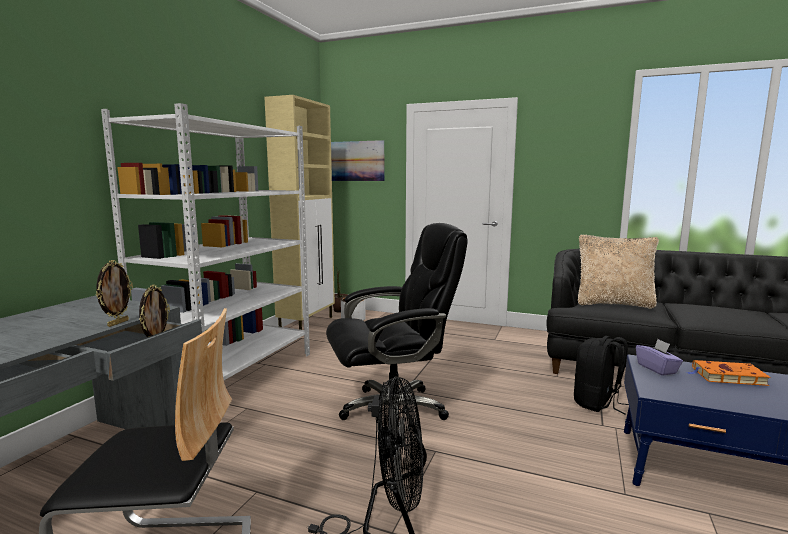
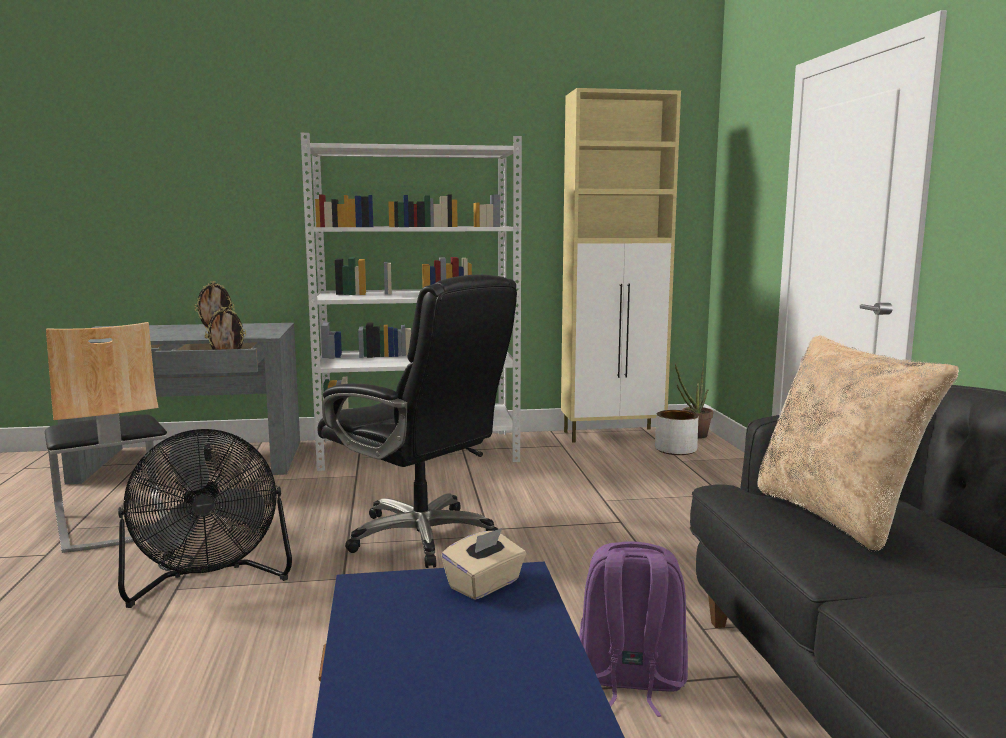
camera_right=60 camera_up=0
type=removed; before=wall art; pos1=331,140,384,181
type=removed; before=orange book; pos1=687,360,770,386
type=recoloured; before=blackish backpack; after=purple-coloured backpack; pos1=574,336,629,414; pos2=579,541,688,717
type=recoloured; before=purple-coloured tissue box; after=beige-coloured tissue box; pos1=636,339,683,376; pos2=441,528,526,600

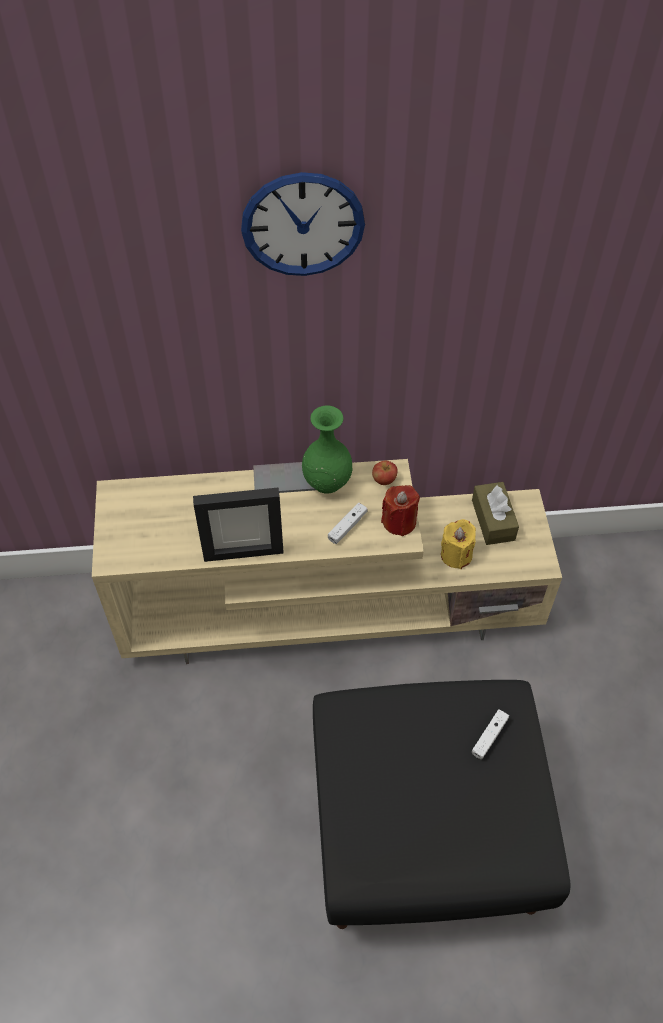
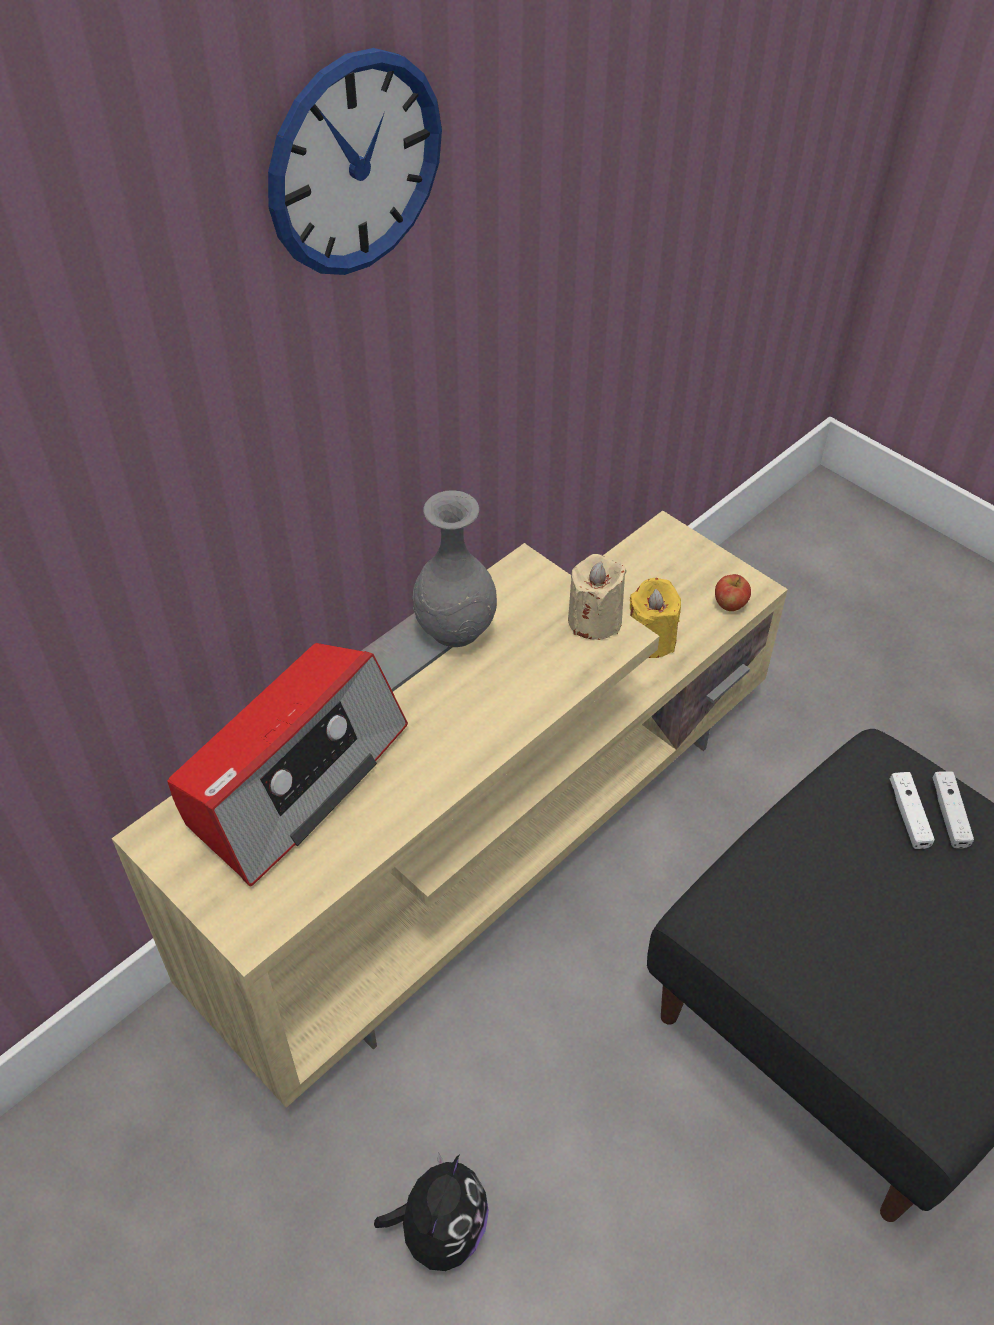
camera_right=-40 camera_up=-5
type=removed; before=standing frame; pos1=193,488,284,562
type=removed; before=brownish tissue box; pos1=472,482,519,545
type=added; after=radio set; pos2=167,643,408,886
type=added; after=soft toy; pos2=374,1152,489,1271
type=moved; before=whitish game controller; pos1=328,502,368,544; pos2=932,771,974,848
type=moved; before=apple; pos1=372,461,397,485; pos2=715,574,751,611
type=recoloured; before=green-coloured vase; after=gray vase; pos1=302,406,353,494; pos2=413,490,497,647
type=recoloured; before=red-coloured candle; after=beige-coloured candle; pos1=381,485,420,536; pos2=568,554,627,640

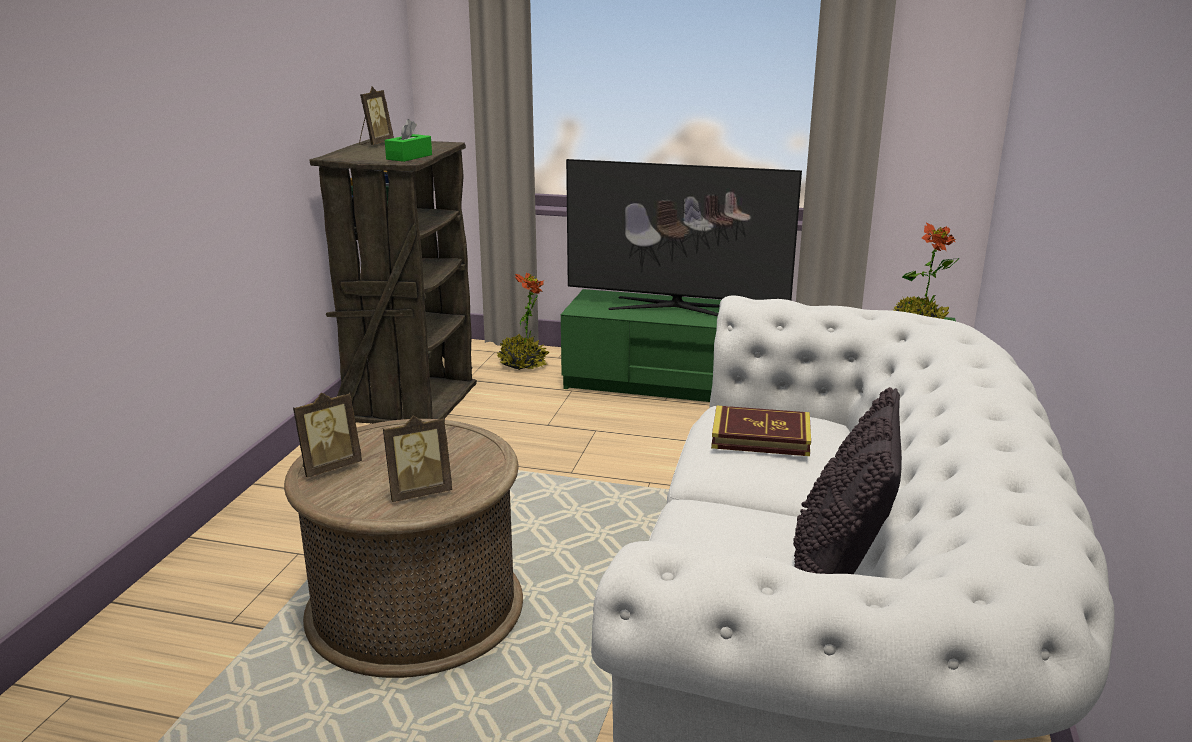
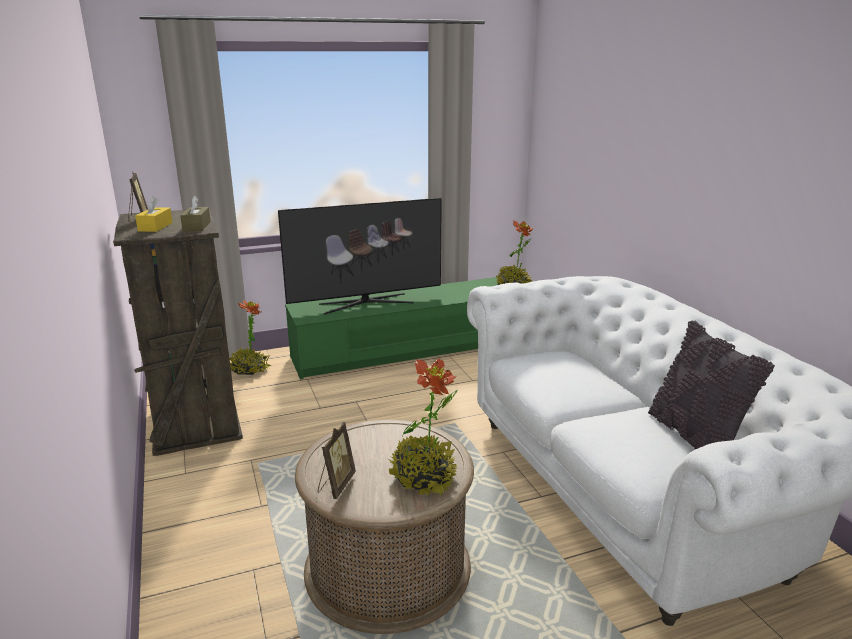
camera_right=-35 camera_up=0
type=removed; before=book; pos1=711,405,811,456
type=added; after=yellow-coloured tissue box; pos2=135,196,173,232
type=replaced; before=standing frame; after=potted plant; pos1=383,415,452,502; pos2=388,359,458,496
type=recoloured; before=green-coloured tissue box; after=brownish tissue box; pos1=385,119,432,162; pos2=180,196,211,231

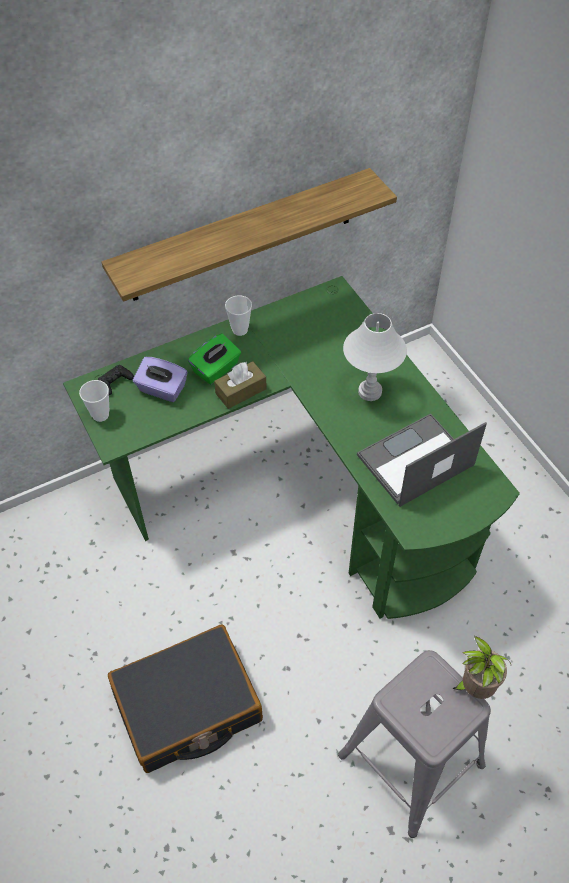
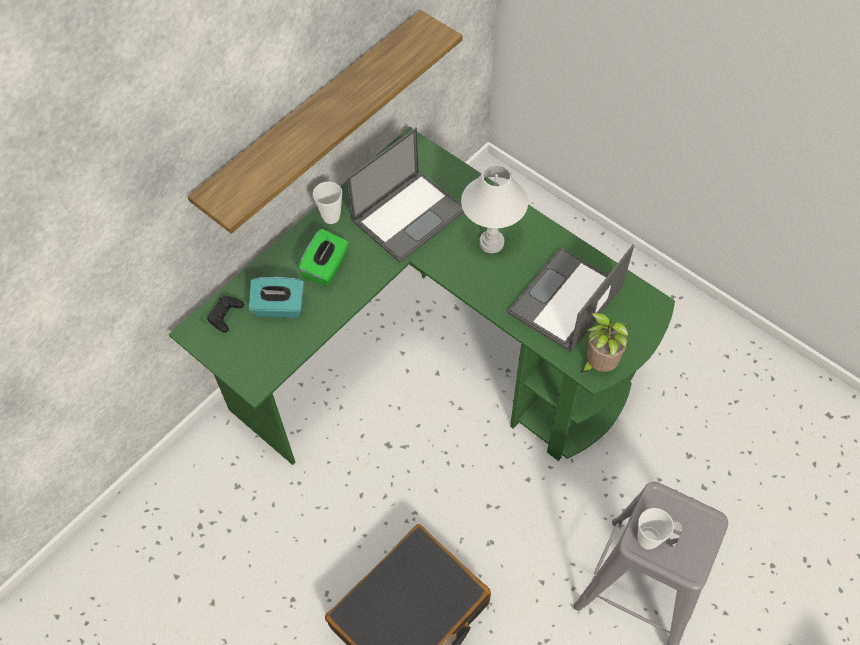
camera_right=-20 camera_up=5
type=removed; before=brownish tissue box; pos1=214,361,267,409
type=added; after=laptop; pos2=346,128,464,263
type=moved; before=drinking cup; pos1=79,380,109,422; pos2=637,508,674,550
type=moved; before=potted plant; pos1=452,636,511,699; pos2=579,313,630,373
type=recoloured; before=purple-coloured tissue box; after=blue-green tissue box; pos1=133,357,187,402; pos2=249,277,304,318

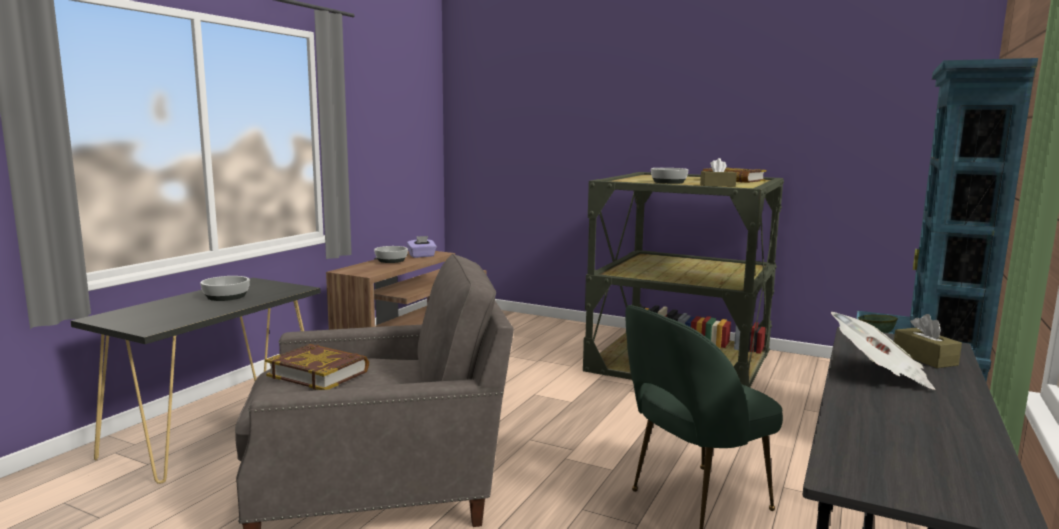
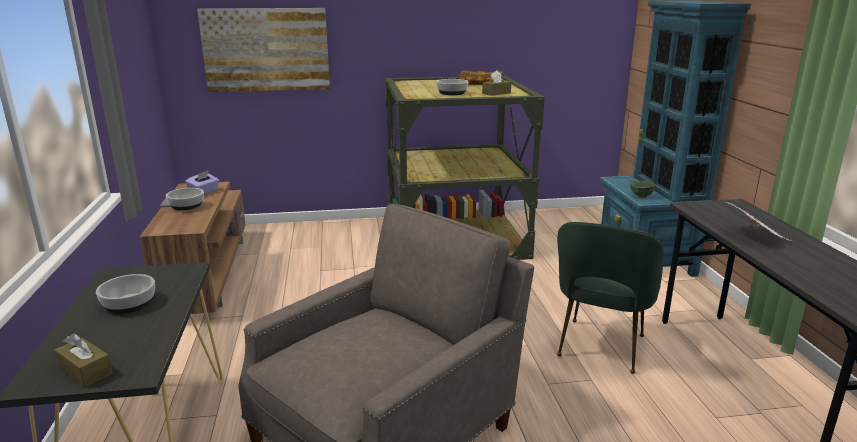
camera_right=-35 camera_up=10
type=removed; before=book; pos1=265,344,369,390
type=added; after=wall art; pos2=197,8,330,92
type=moved; before=brownish tissue box; pos1=894,314,962,368; pos2=54,333,113,388

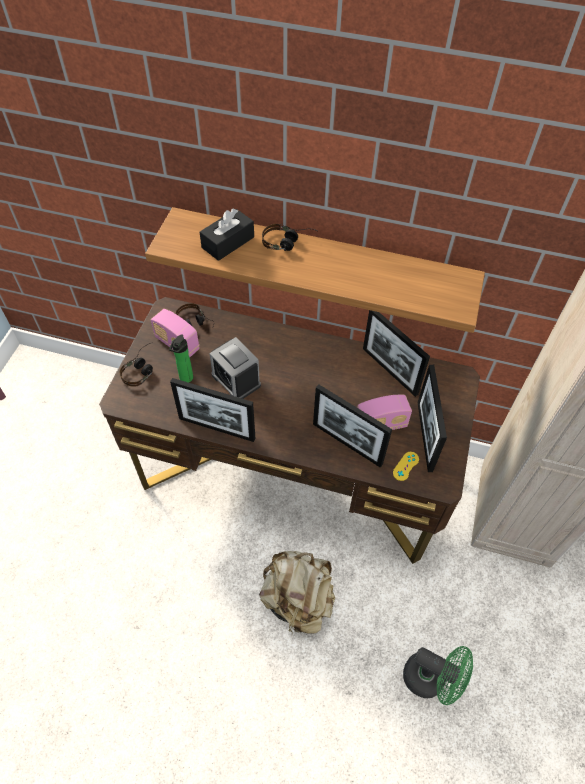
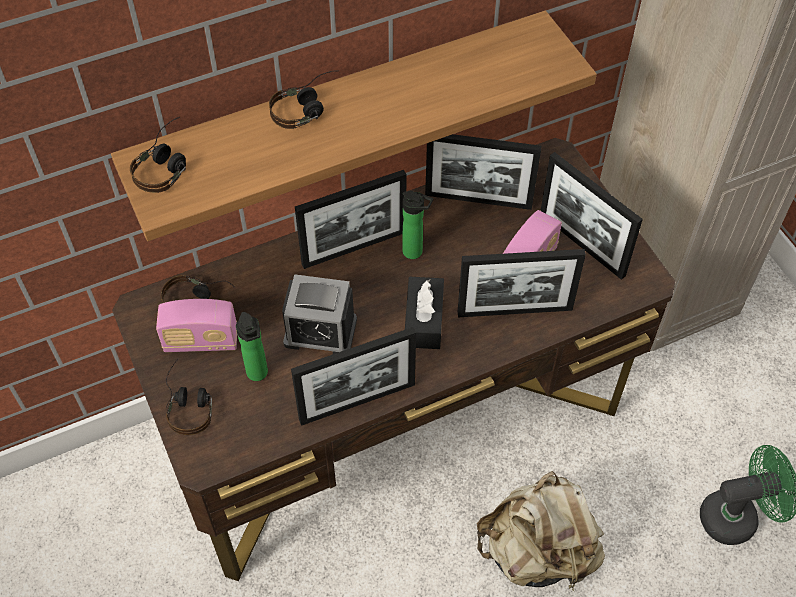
camera_right=-40 camera_up=0
type=removed; before=yellow-coloured game controller; pos1=393,452,419,481
type=added; after=headset; pos2=130,117,186,193
type=added; after=standing frame; pos2=295,170,407,269
type=added; after=drink bottle; pos2=402,191,433,259
type=moved; before=blackish tissue box; pos1=199,208,254,261; pos2=405,277,444,349

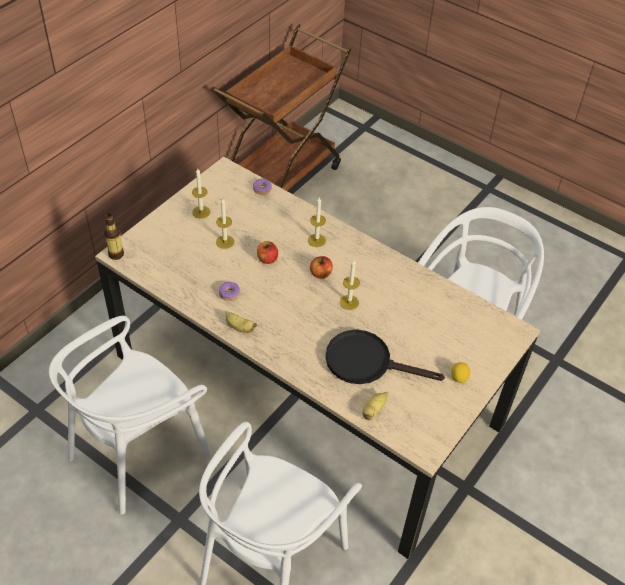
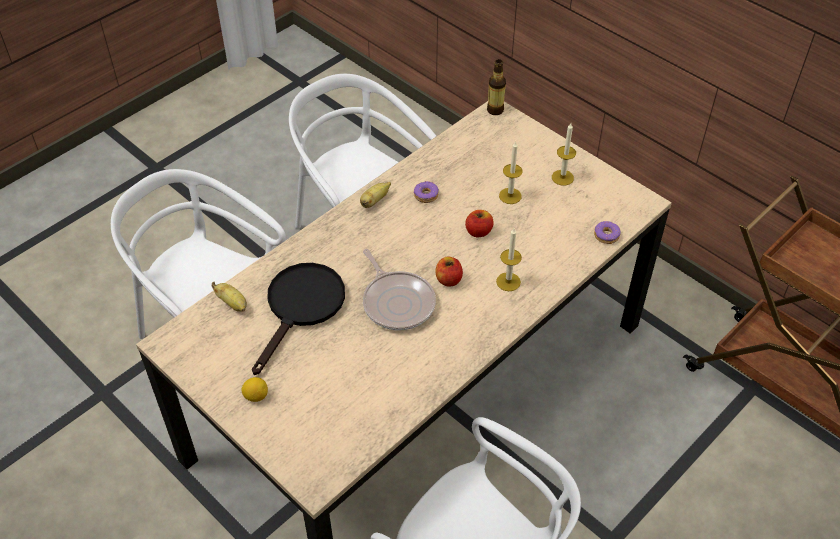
camera_right=100 camera_up=0
type=replaced; before=candle; after=skillet; pos1=340,260,360,310; pos2=363,249,436,330

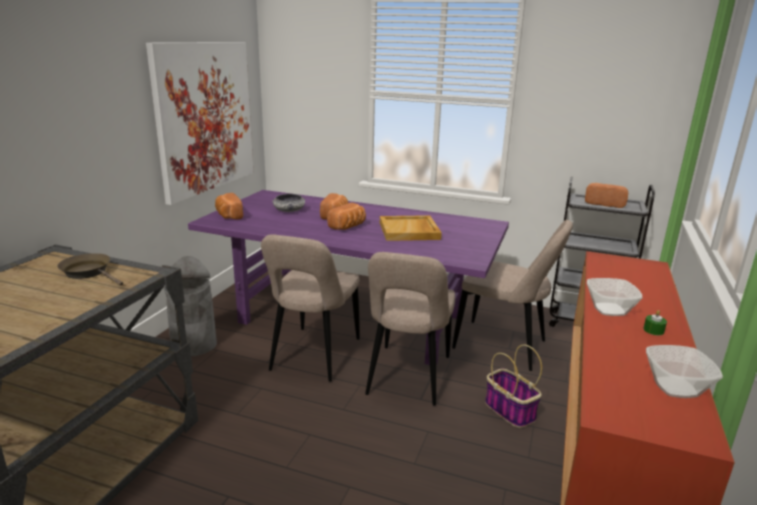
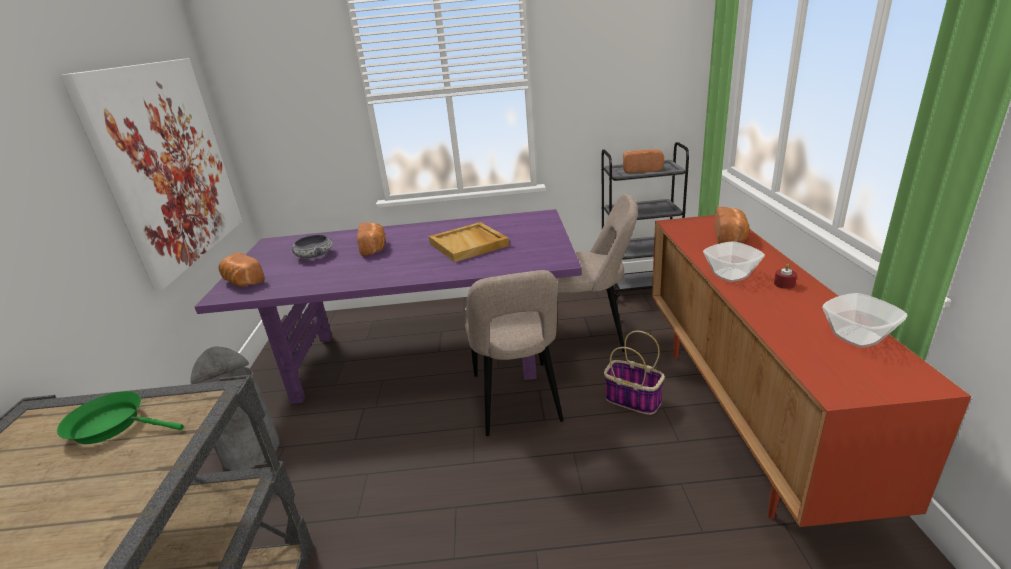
camera_right=-20 camera_up=5
type=removed; before=beige-coloured chair; pos1=261,234,360,381
type=moved; before=baked bread; pos1=327,203,366,230; pos2=714,207,749,244
type=recoloured; before=brownish skillet; after=green-coloured skillet; pos1=57,253,123,286; pos2=57,391,184,444
type=recoloured; before=green-coloured candle; after=red-coloured candle; pos1=643,310,667,335; pos2=774,264,797,289

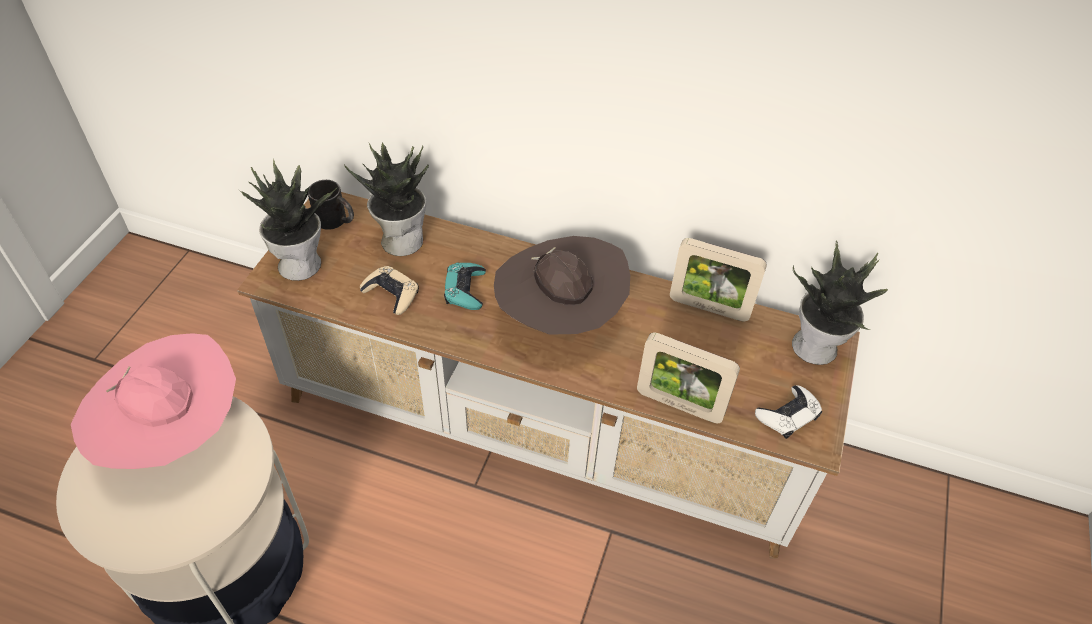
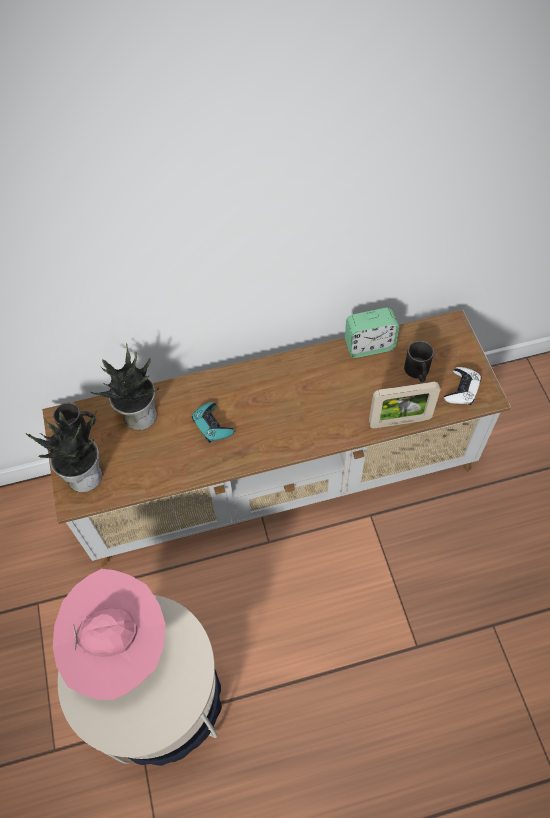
camera_right=-30 camera_up=10
type=removed; before=beige-coloured game controller; pos1=360,266,419,315
type=removed; before=brownish wearable hat; pos1=494,236,630,335
type=removed; before=potted plant; pos1=792,240,888,365
type=added; after=blackish mug; pos2=404,341,434,382
type=replaced; before=standing frame; after=table clock; pos1=670,238,767,321; pos2=345,308,399,358

